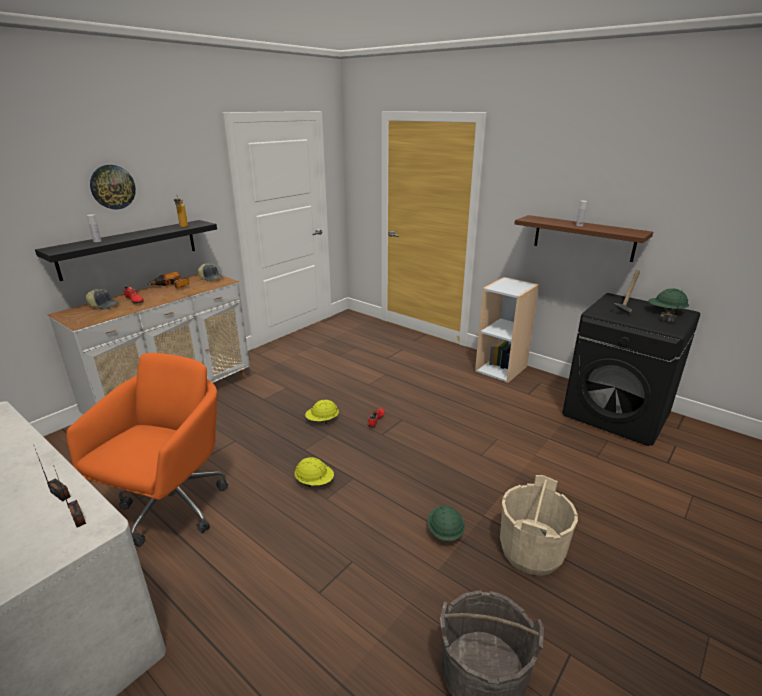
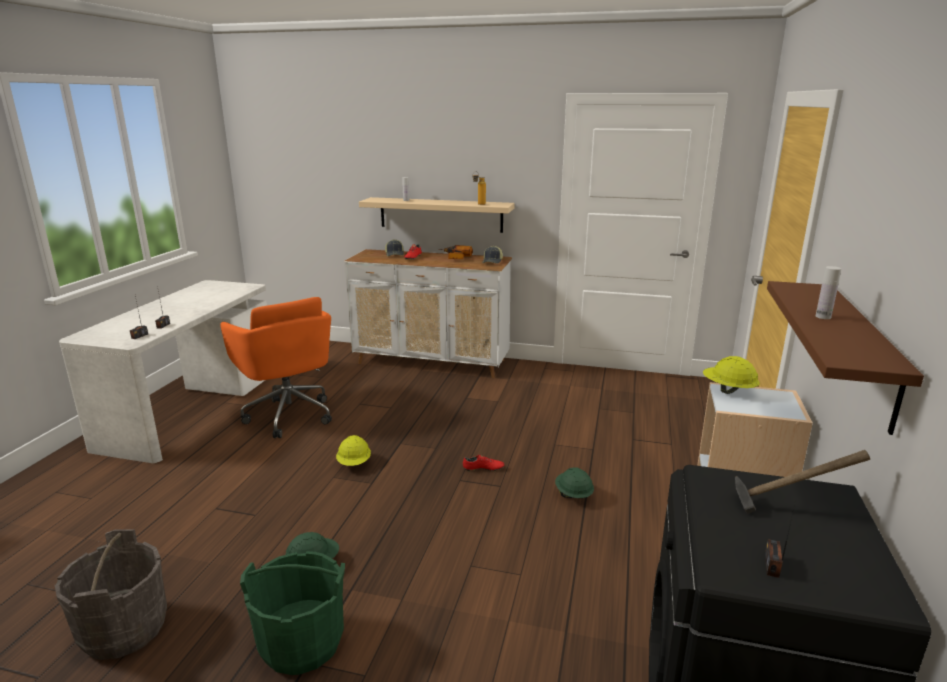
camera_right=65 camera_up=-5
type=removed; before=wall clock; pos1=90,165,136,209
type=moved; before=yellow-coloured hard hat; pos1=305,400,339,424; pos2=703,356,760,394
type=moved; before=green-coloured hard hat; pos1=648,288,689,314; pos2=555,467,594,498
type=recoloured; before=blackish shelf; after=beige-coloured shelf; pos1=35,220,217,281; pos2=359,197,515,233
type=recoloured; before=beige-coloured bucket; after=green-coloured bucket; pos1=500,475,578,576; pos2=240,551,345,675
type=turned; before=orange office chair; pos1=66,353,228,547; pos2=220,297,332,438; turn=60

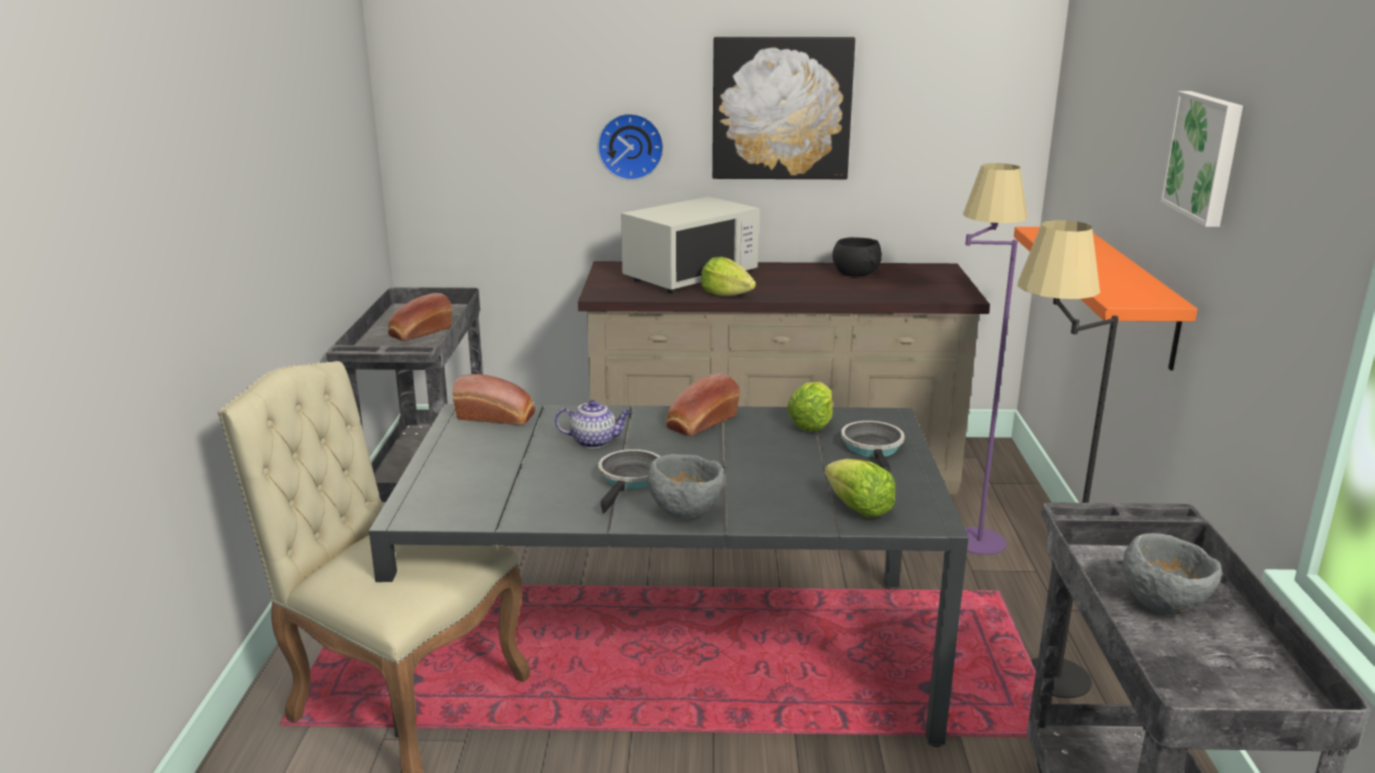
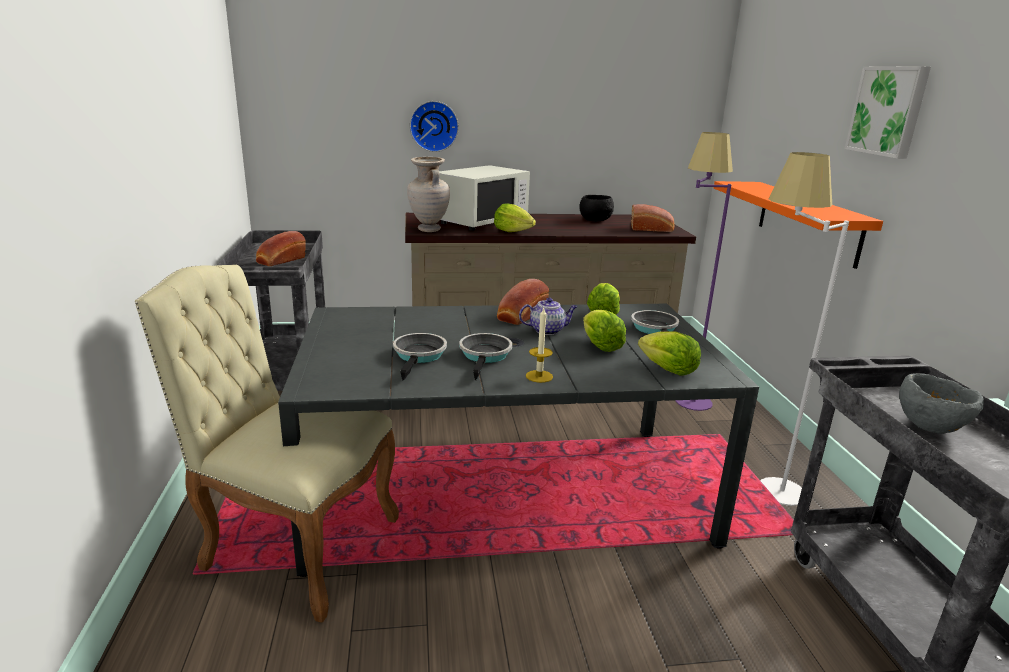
camera_right=-10 camera_up=0
type=removed; before=wall art; pos1=712,37,855,180
type=added; after=skillet; pos2=393,333,447,380
type=added; after=beige-coloured vase; pos2=407,157,450,232
type=added; after=head of lettuce; pos2=583,310,626,352
type=moved; before=baked bread; pos1=452,374,535,425; pos2=631,204,675,232
type=moved; before=tea pot; pos1=555,400,631,448; pos2=519,298,577,335
type=replaced; before=gray bowl; after=candle; pos1=647,454,725,518; pos2=526,308,553,383
type=recoloured; before=blackish standing lamp; after=whitish standing lamp; pos1=1018,220,1119,698; pos2=760,152,849,506

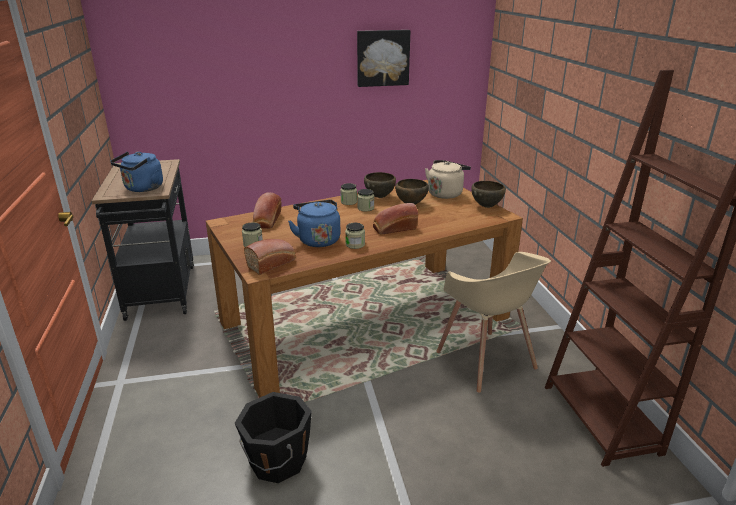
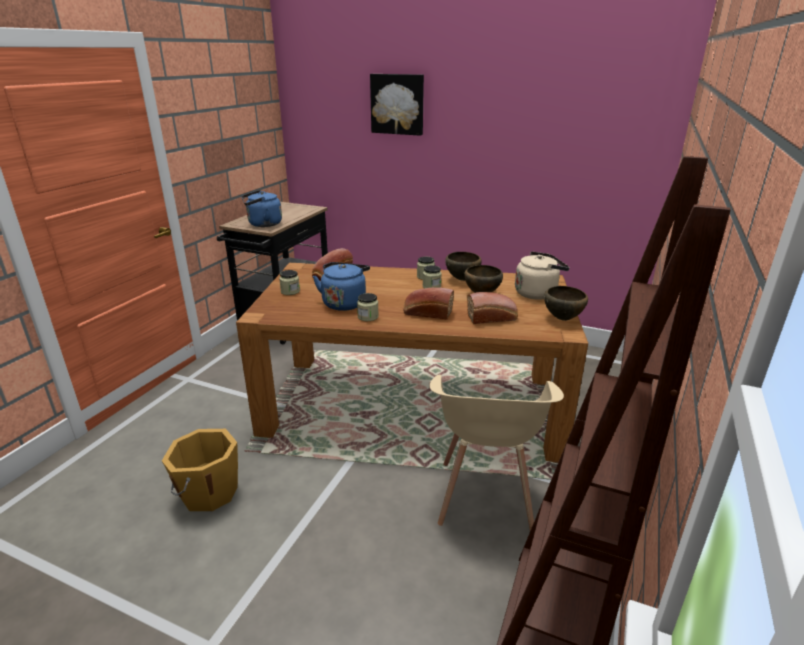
camera_right=35 camera_up=0
type=moved; before=baked bread; pos1=244,239,296,275; pos2=467,292,518,324
type=moved; before=wall art; pos1=357,30,410,87; pos2=370,74,424,136
type=recoloured; before=blackish bucket; after=orange bucket; pos1=235,392,312,483; pos2=162,429,238,511

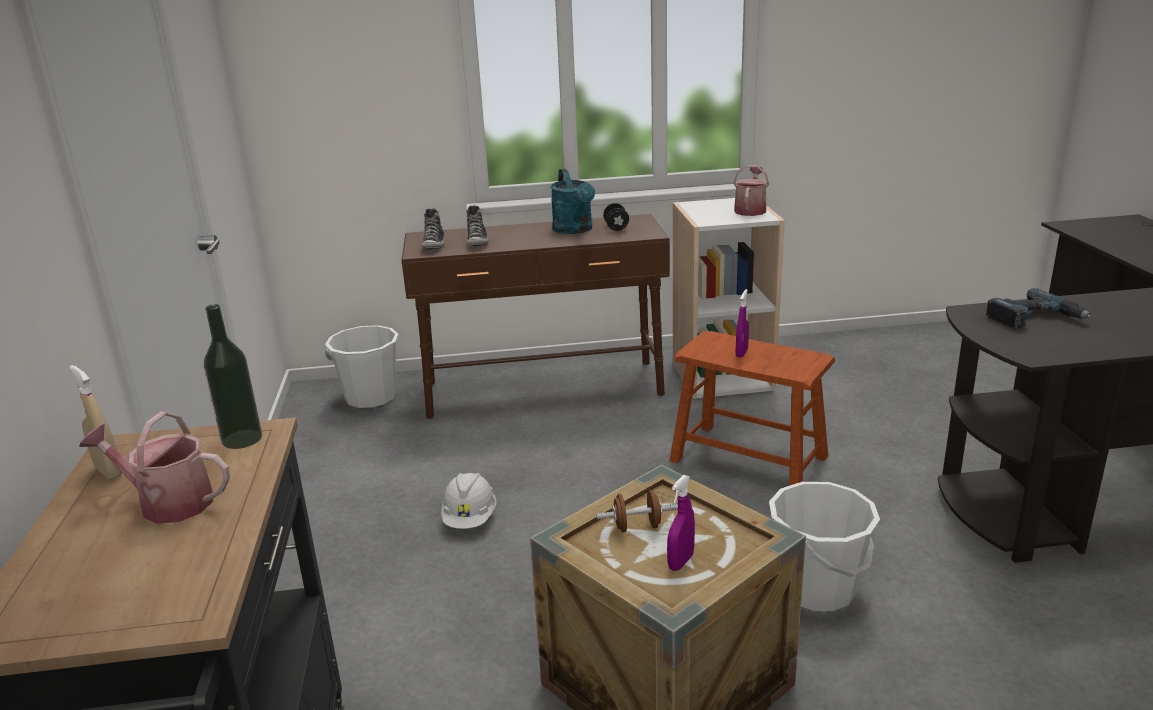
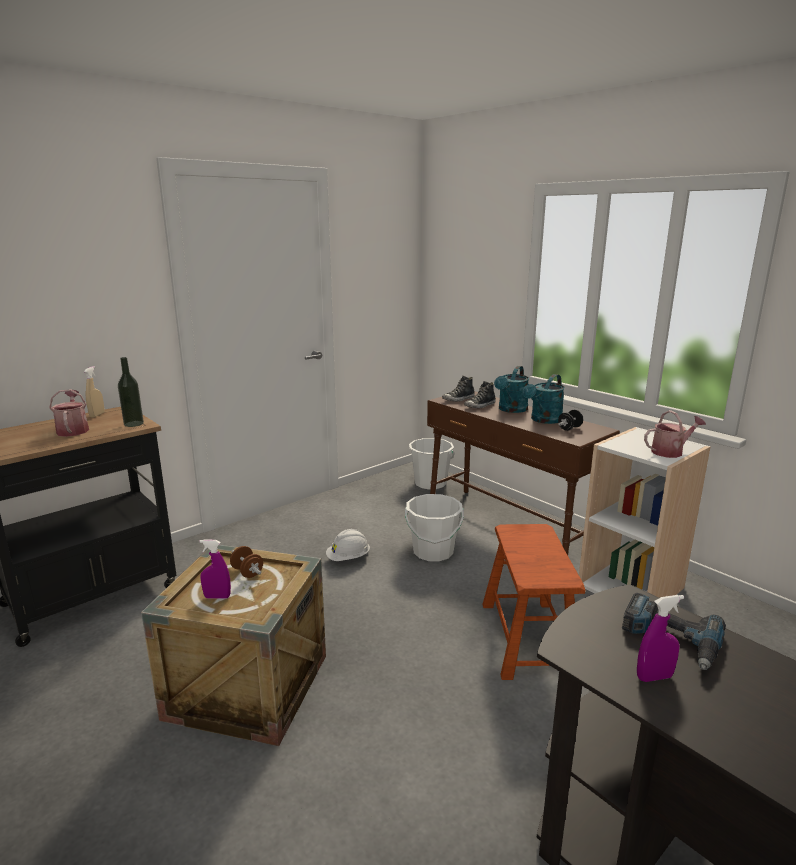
camera_right=55 camera_up=-5
type=added; after=blue-green watering can; pos2=494,366,529,413
type=moved; before=purple-coloured hand sprayer; pos1=736,289,749,357; pos2=637,595,684,682
type=moved; before=whitish bucket; pos1=769,482,880,611; pos2=405,494,464,561

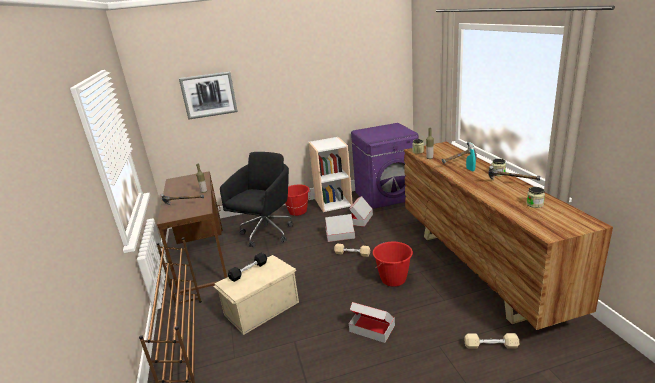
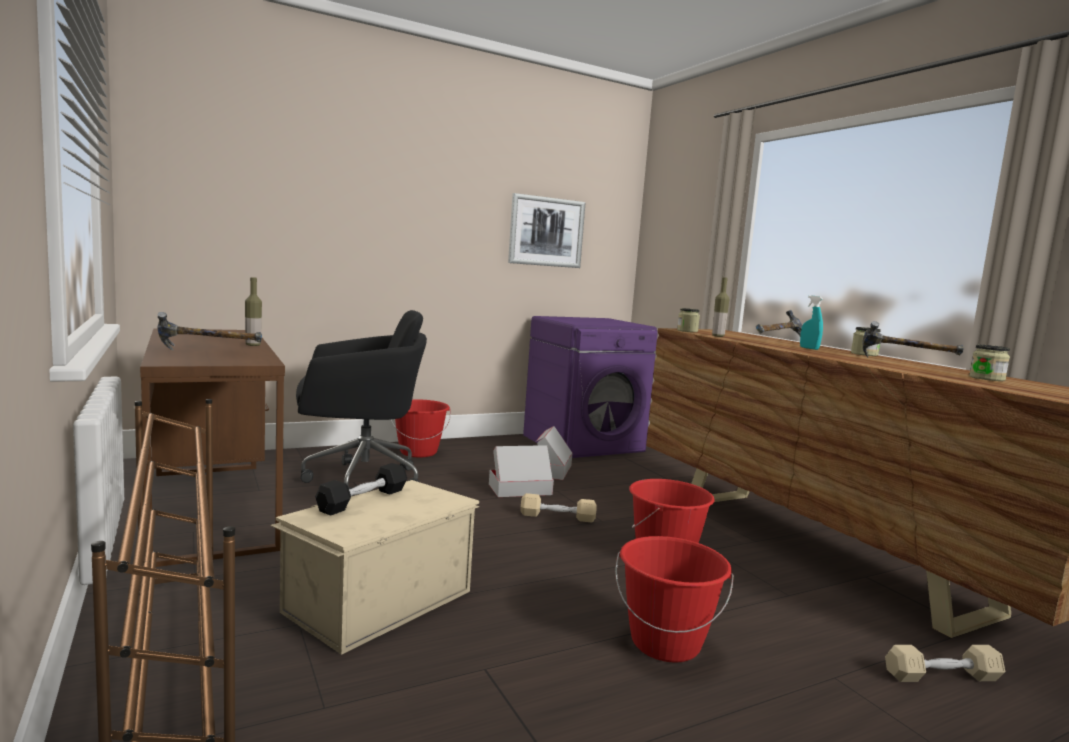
camera_right=-15 camera_up=-15
type=removed; before=shelving unit; pos1=309,137,353,212
type=moved; before=wall art; pos1=179,71,238,120; pos2=508,193,586,268
type=replaced; before=carton; after=red-coloured bucket; pos1=349,302,395,343; pos2=615,536,734,663
type=turned; before=blackish office chair; pos1=220,152,293,247; pos2=296,310,427,496; turn=60

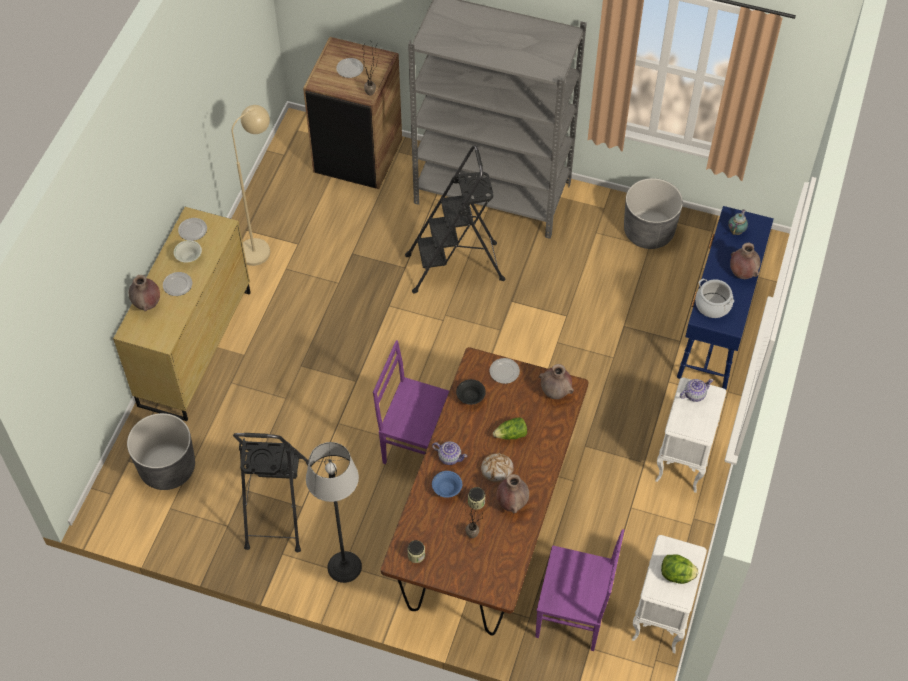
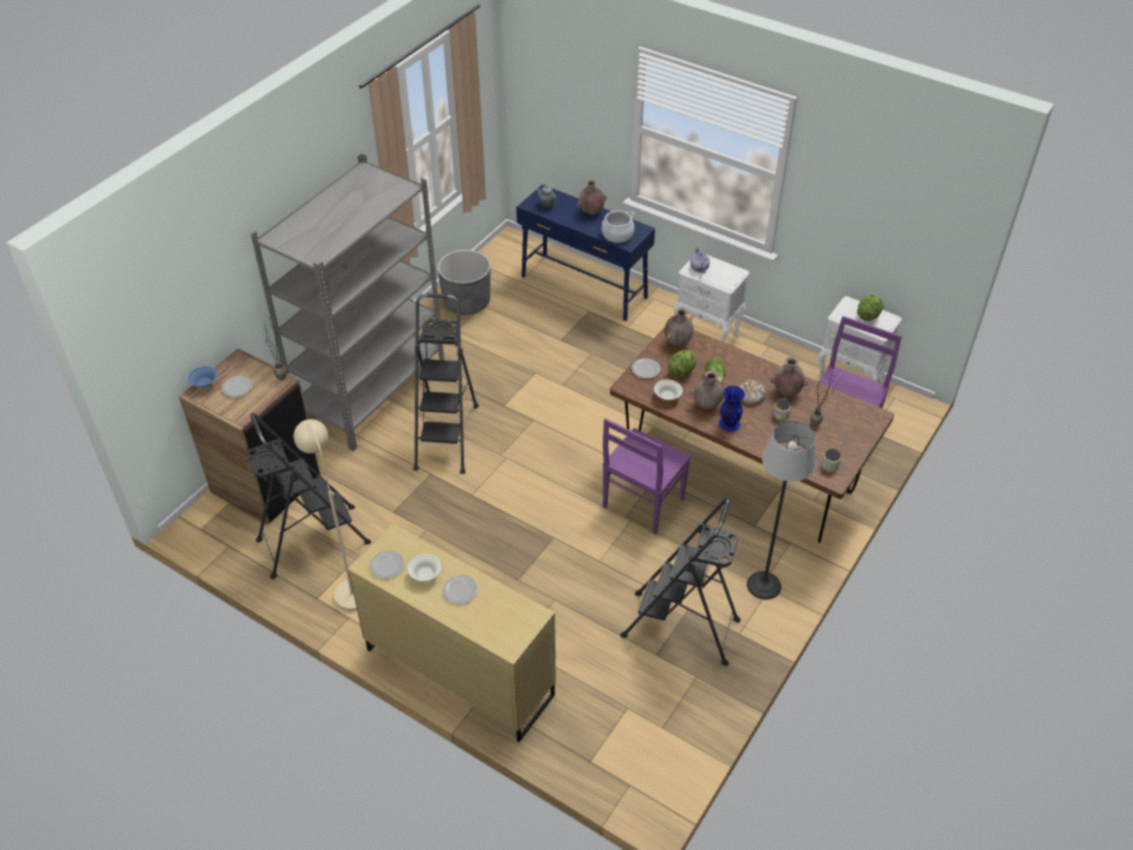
camera_right=-75 camera_up=-10
type=removed; before=gray flower pot; pos1=127,413,195,490
type=added; after=stepladder; pos2=247,413,371,579
type=added; after=head of lettuce; pos2=668,350,696,378
type=moved; before=brownish vase; pos1=129,275,160,311; pos2=690,370,725,409
type=moved; before=blue bowl; pos1=432,471,462,498; pos2=188,366,218,388
type=replaced; before=tea pot; after=blue vase; pos1=432,441,467,465; pos2=719,386,745,432
type=recoloured; before=blackish bowl; after=whitish bowl; pos1=456,379,486,405; pos2=654,379,683,401

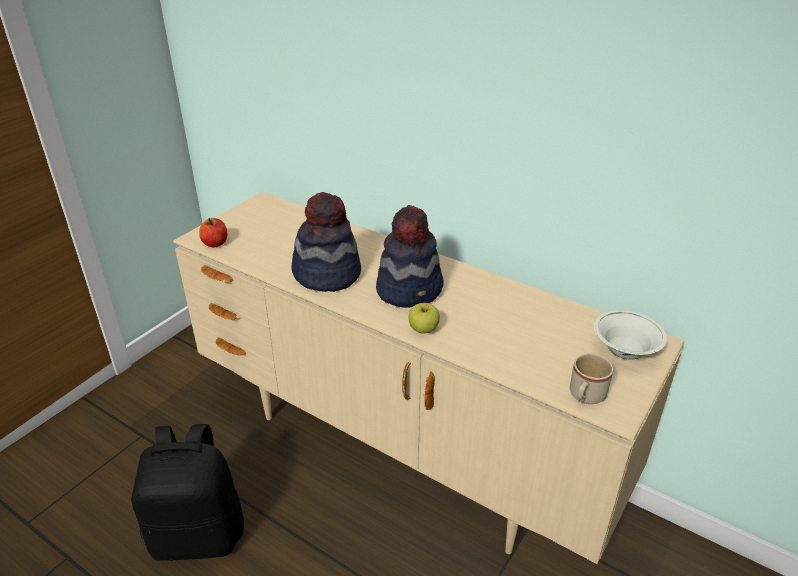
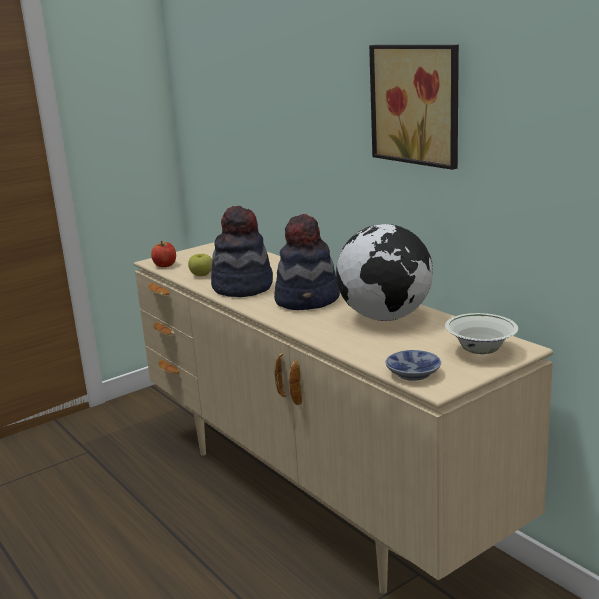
camera_right=20 camera_up=-15
type=removed; before=blackish backpack; pos1=131,424,244,561
type=added; after=desk globe; pos2=336,224,433,321
type=added; after=wall art; pos2=369,45,459,170
type=moved; before=apple; pos1=408,303,440,334; pos2=188,254,213,276
type=replaced; before=beige-coloured mug; after=bowl; pos1=570,353,614,404; pos2=386,350,441,381

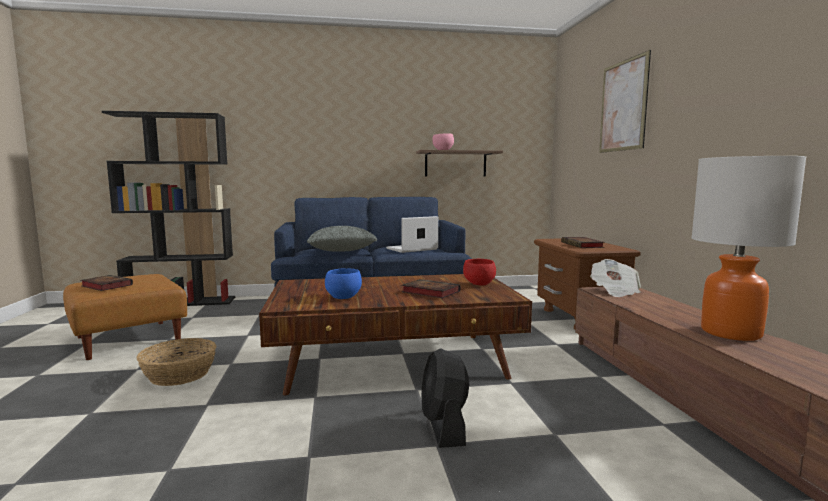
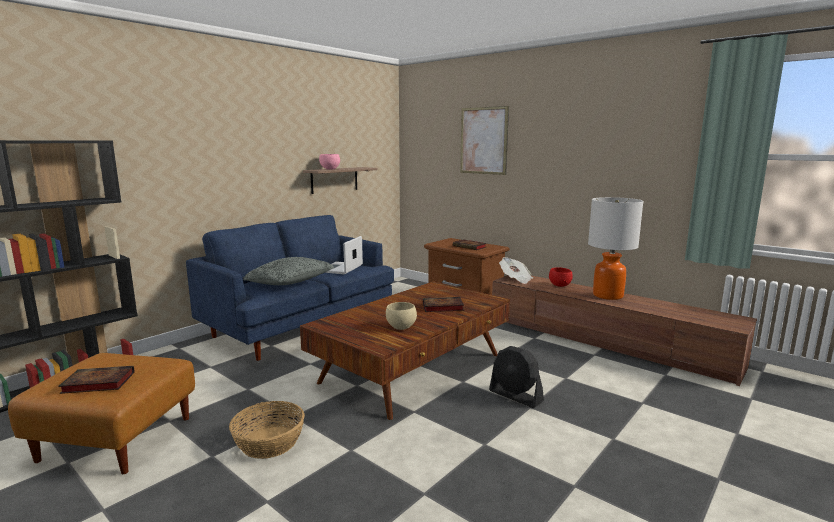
camera_right=-40 camera_up=5
type=moved; before=red-coloured bowl; pos1=463,259,496,285; pos2=549,267,573,287
type=recoloured; before=blue bowl; after=beige-coloured bowl; pos1=325,269,362,299; pos2=386,302,417,330

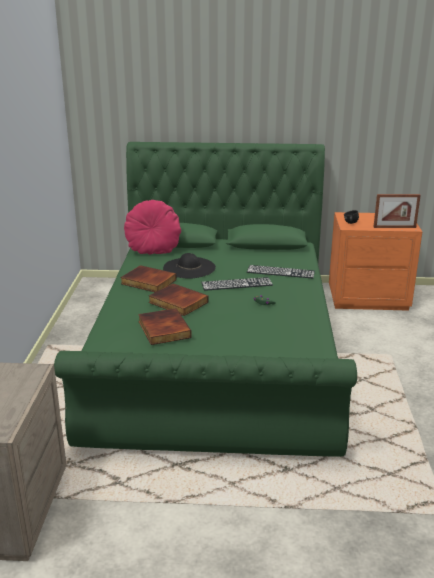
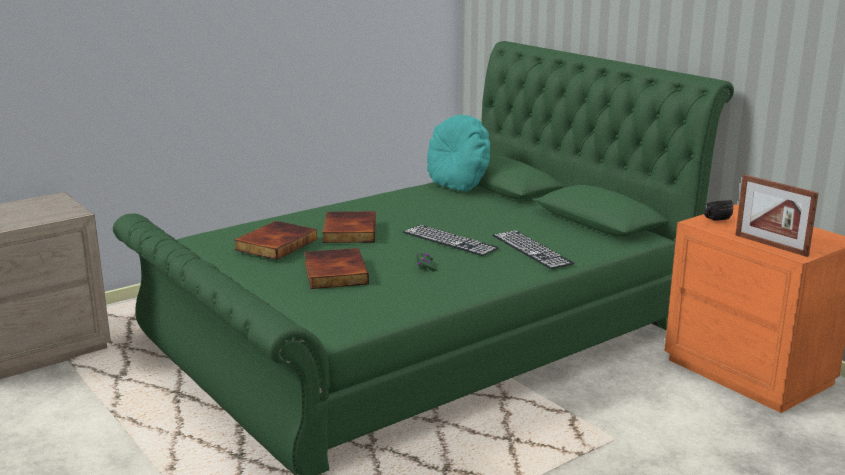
camera_right=50 camera_up=-5
type=removed; before=blackish wearable hat; pos1=163,253,216,279
type=moved; before=book; pos1=120,265,177,292; pos2=304,248,369,289
type=recoloured; before=pinkish cushion; after=blue-green cushion; pos1=124,200,181,255; pos2=427,115,490,192

